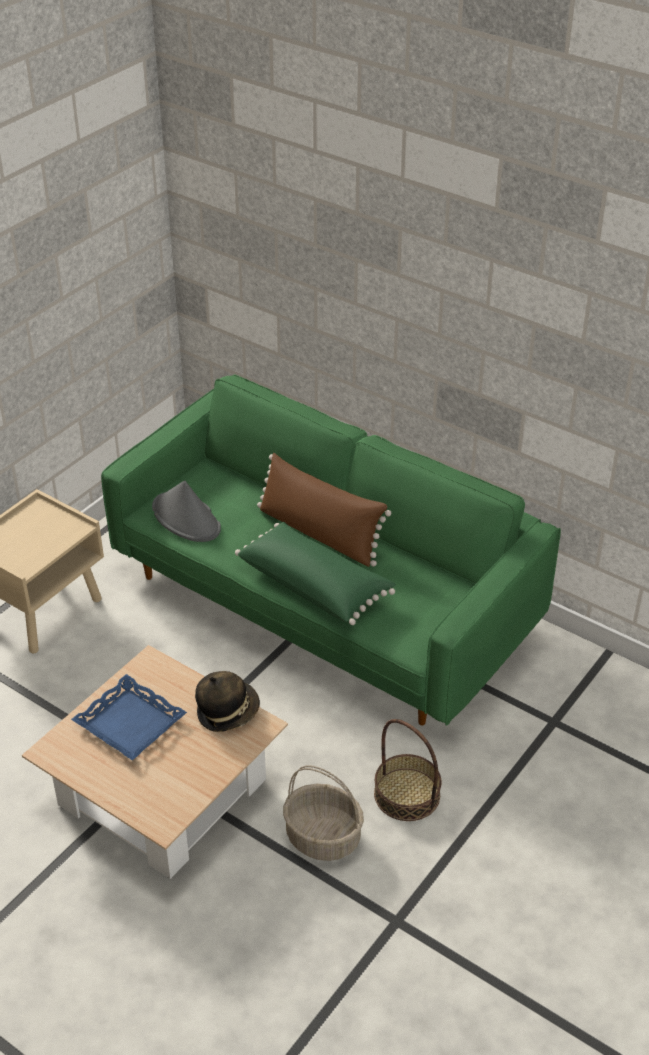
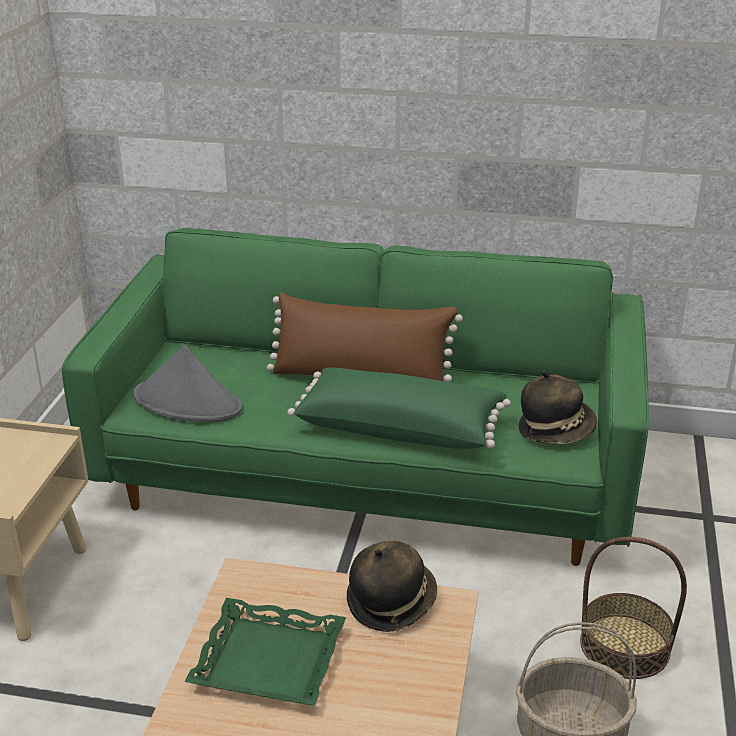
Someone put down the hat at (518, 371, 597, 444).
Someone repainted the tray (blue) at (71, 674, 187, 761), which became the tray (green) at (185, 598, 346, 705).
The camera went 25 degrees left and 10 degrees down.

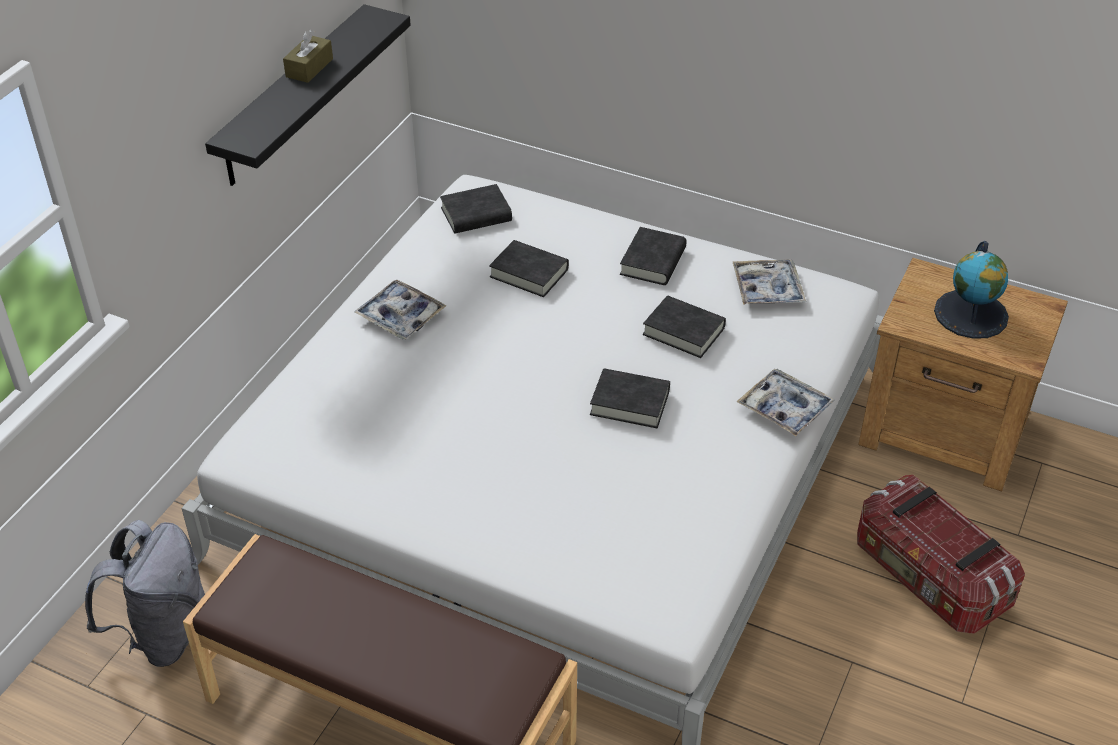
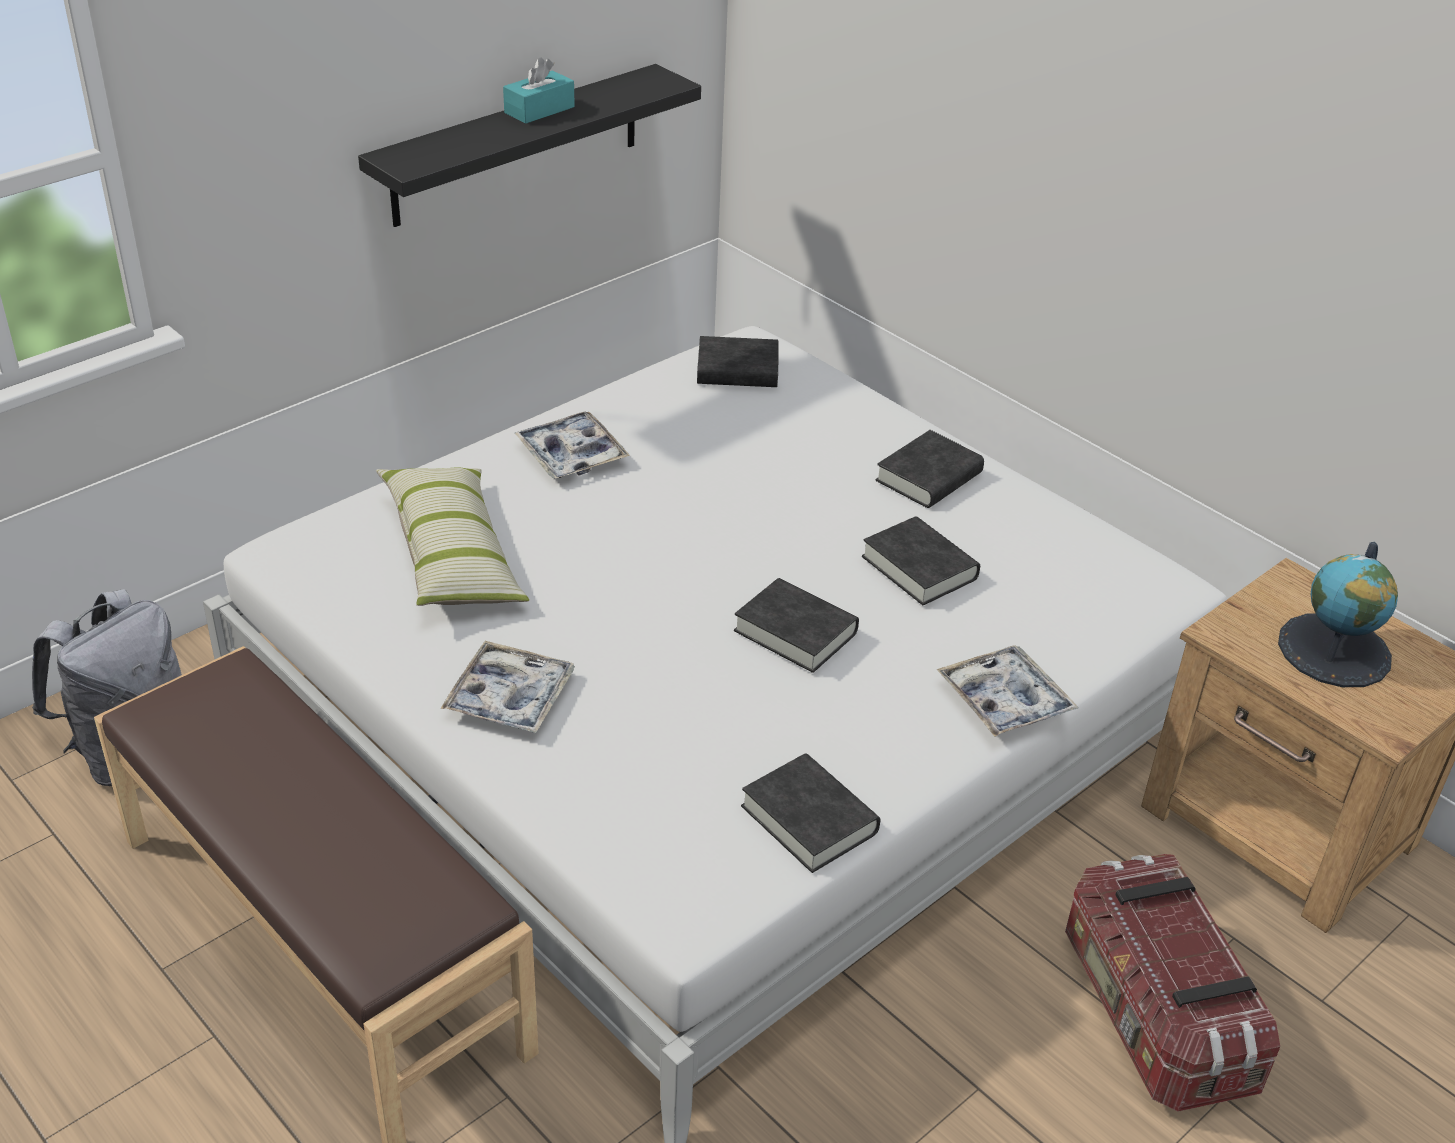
Someone put down the pillow at (376, 468, 529, 606).
Someone carried the book (black) from (489, 240, 569, 297) to (741, 754, 880, 873).
Someone carried the tray from (733, 259, 806, 305) to (440, 641, 575, 733).
Someone repainted the tissue box (brown) at (283, 29, 333, 83), which became the tissue box (turquoise) at (503, 57, 575, 124).
The camera went 20 degrees right and 5 degrees down.

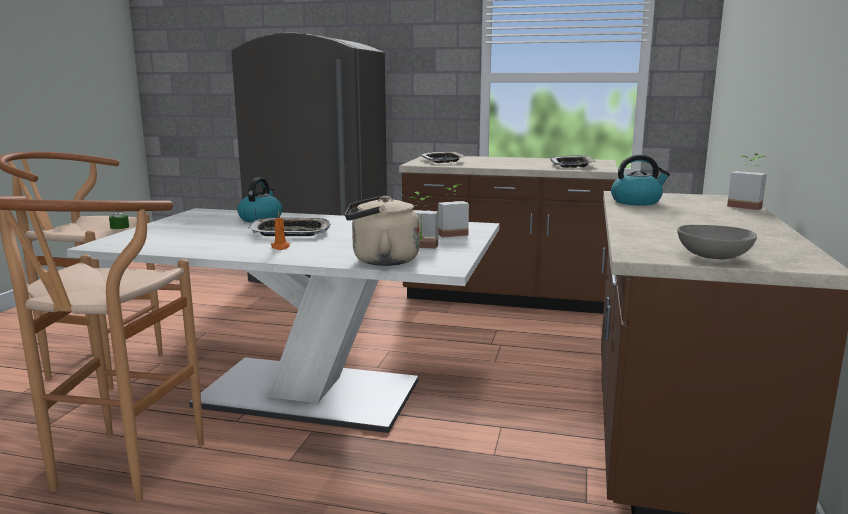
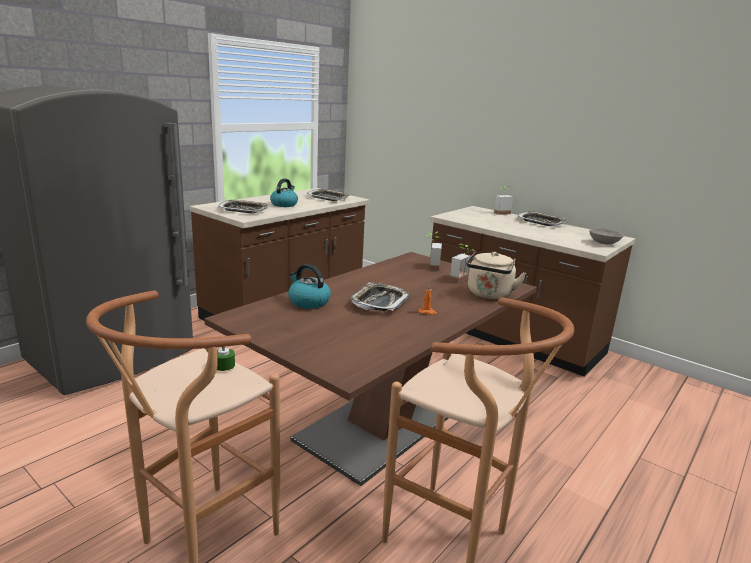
Someone put down the tray at (518, 211, 566, 226).
Someone carried the kettle from (611, 155, 670, 205) to (270, 178, 298, 207).
Someone repainted the dining table (white) at (66, 208, 499, 433), which became the dining table (brown) at (204, 252, 537, 486).
The camera went 65 degrees left and 5 degrees up.

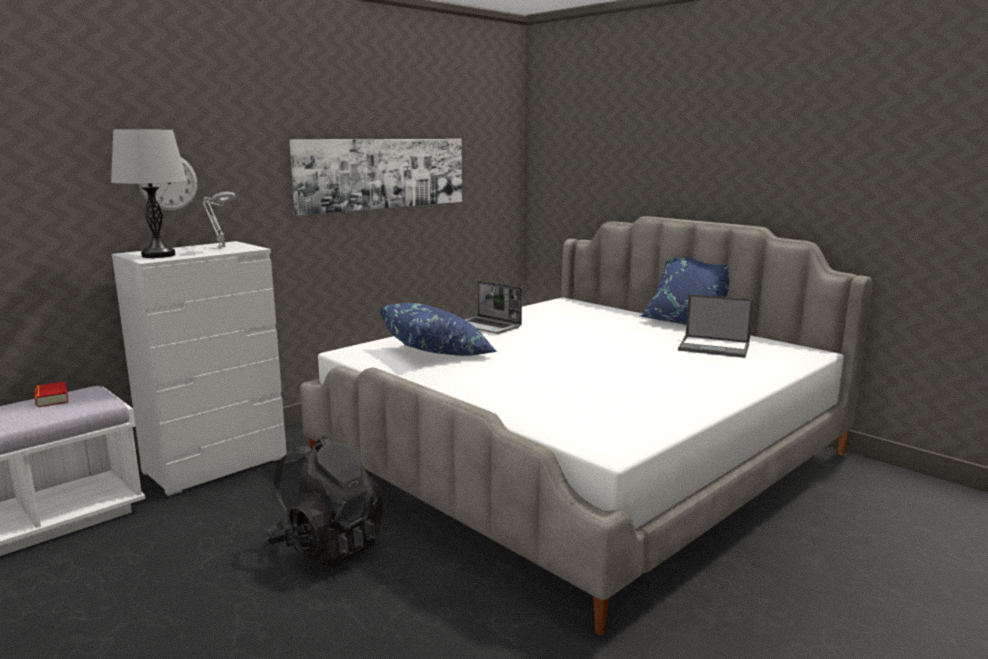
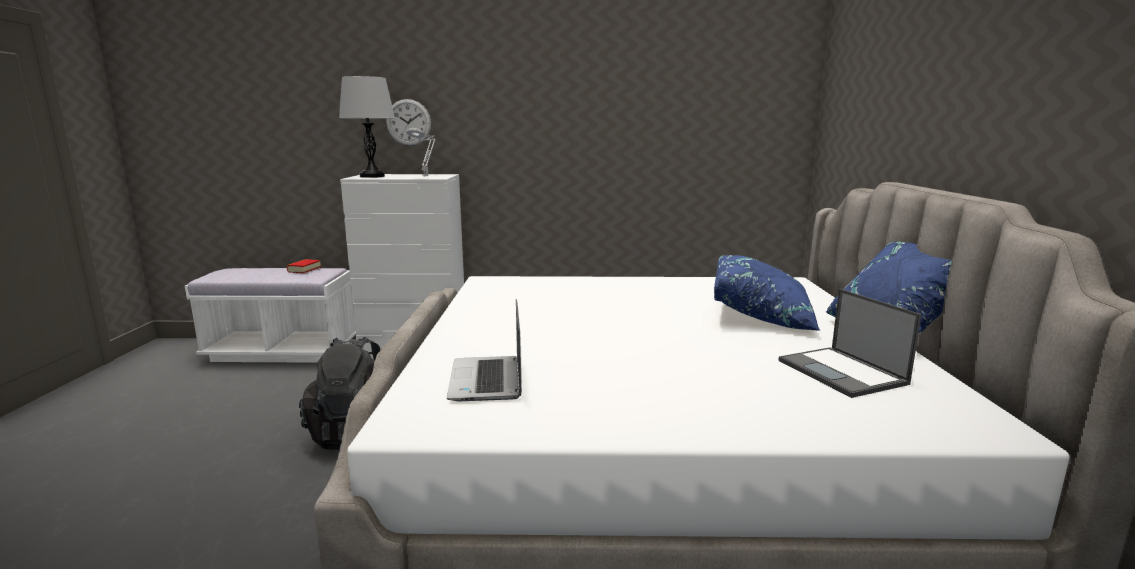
Someone took away the picture at (289, 139, 462, 216).
Someone carried the pillow (blue) from (379, 303, 497, 356) to (714, 255, 820, 331).
Someone carried the laptop from (465, 281, 522, 334) to (447, 299, 522, 402).
The camera went 45 degrees right and 0 degrees up.

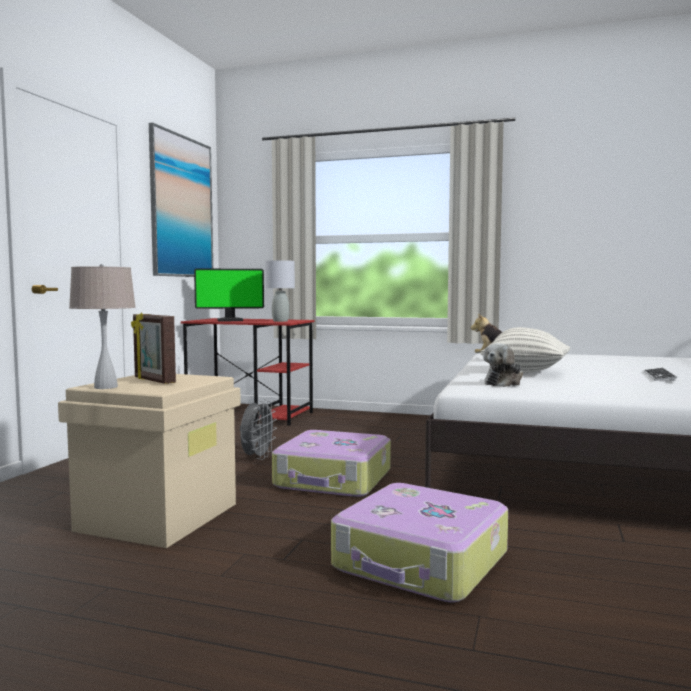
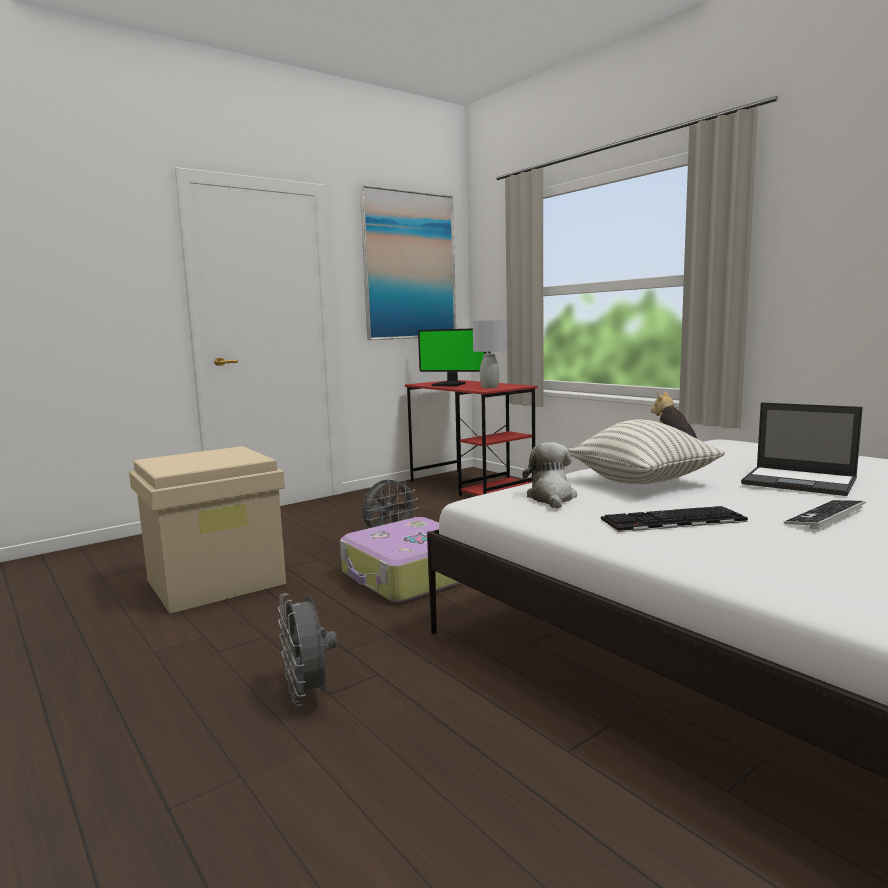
Someone took away the table lamp (beige) at (69, 264, 136, 389).
Someone took away the picture frame at (131, 312, 176, 384).
Someone put down the keyboard at (601, 506, 748, 532).
Someone put down the laptop at (741, 402, 863, 496).
Someone swapped the suitcase at (331, 483, 508, 603) for the fan (grey) at (278, 593, 337, 706).
Someone rotated the plush toy at (483, 343, 523, 387) by 105 degrees clockwise.
The camera went 35 degrees right and 5 degrees up.

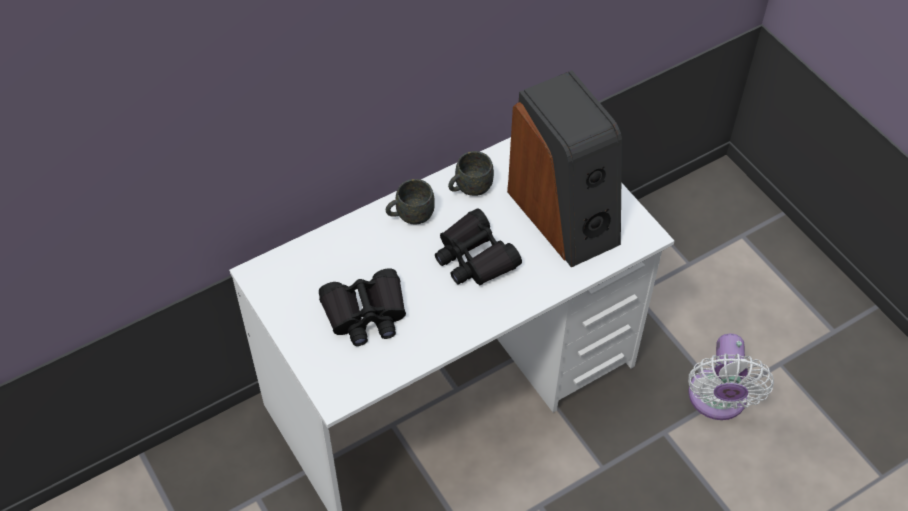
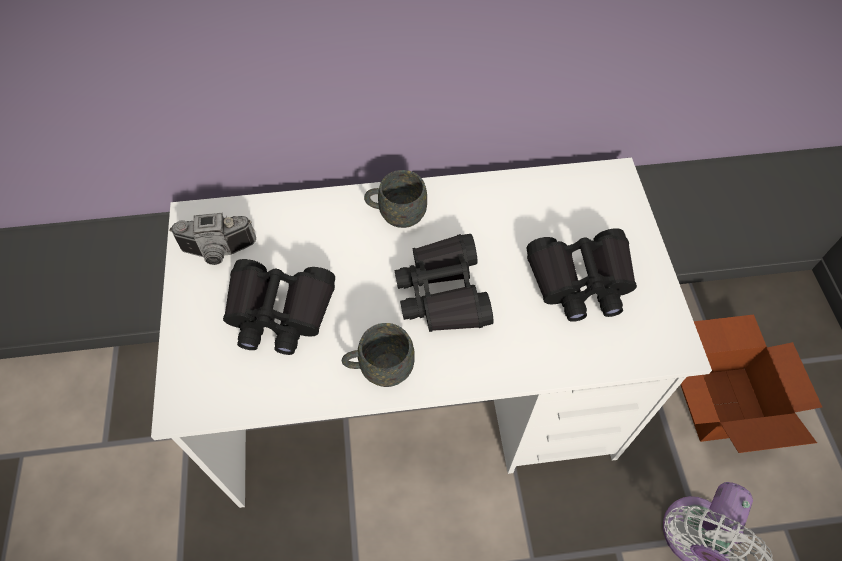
Someone put down the photo camera at (169, 213, 256, 265).
Someone put down the cardboard box at (680, 315, 822, 453).
Someone carried the mug (grey) from (448, 151, 494, 196) to (342, 323, 415, 387).
Someone swapped the speaker at (507, 70, 622, 268) for the binoculars (black) at (527, 228, 637, 322).
The camera went 25 degrees right and 5 degrees up.

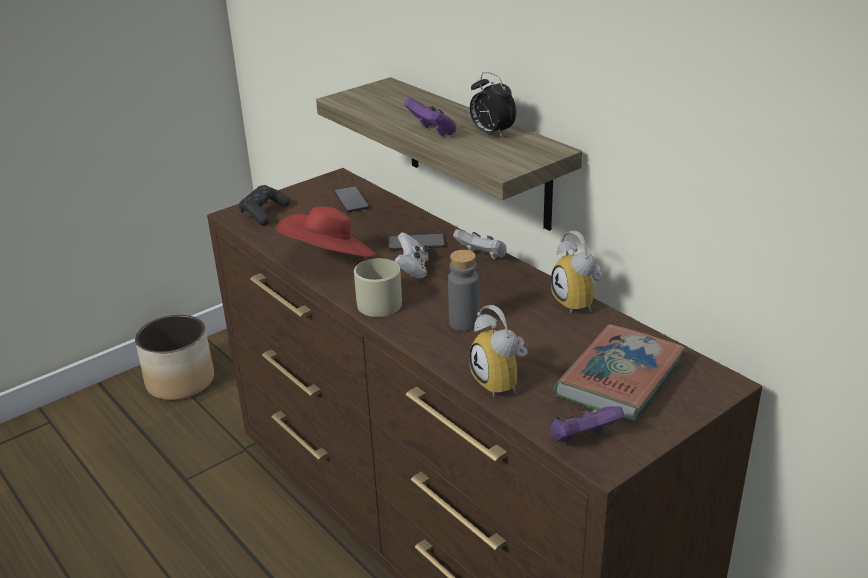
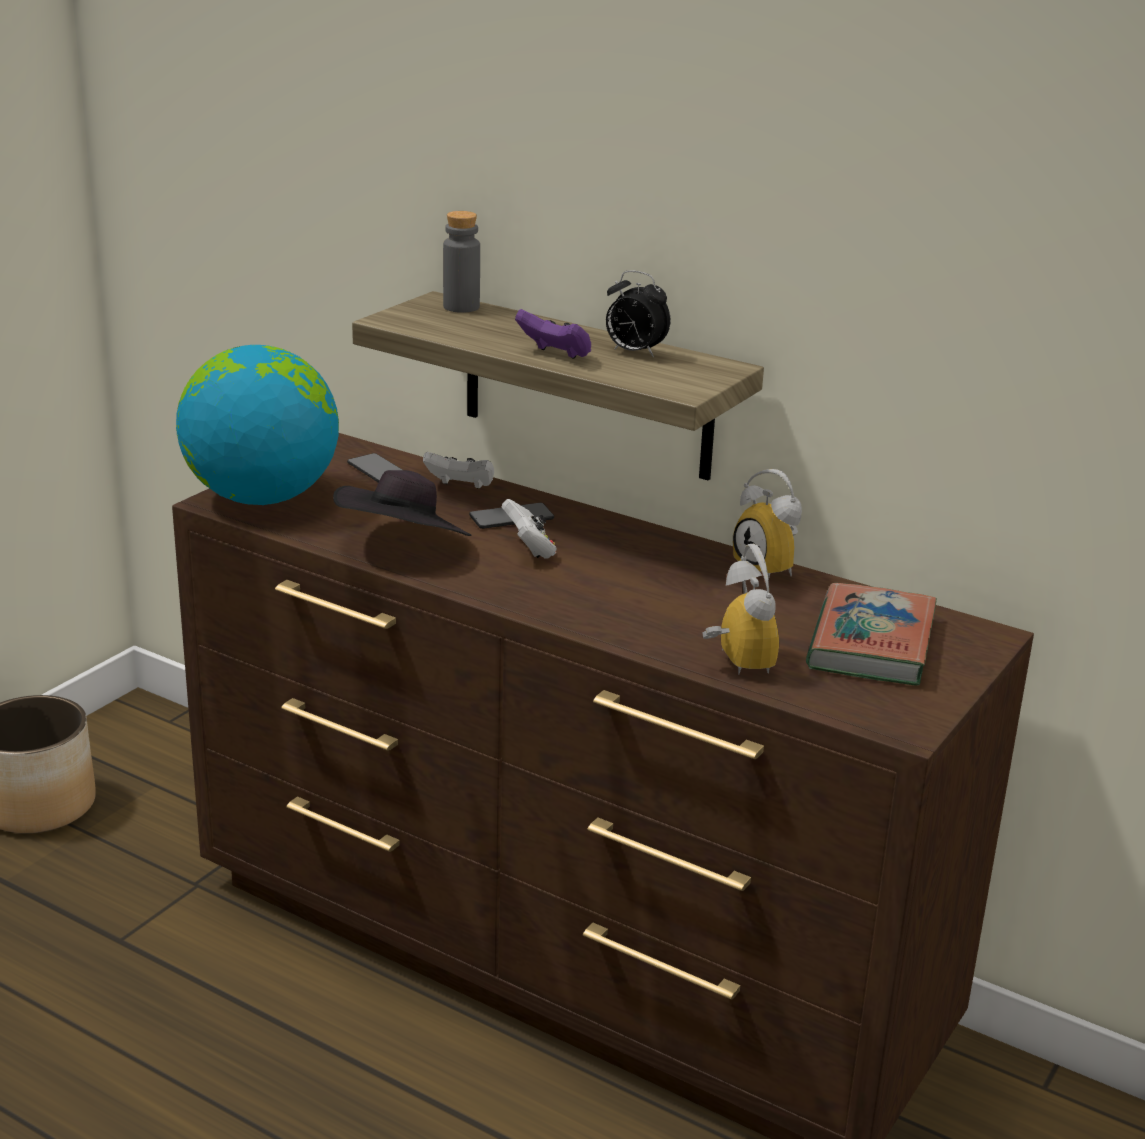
Someone took away the mug (beige) at (354, 258, 402, 317).
Someone took away the game controller (purple) at (550, 407, 624, 444).
Someone carried the bottle (grey) from (448, 250, 479, 331) to (443, 211, 480, 313).
Someone carried the game controller (white) from (453, 229, 507, 260) to (423, 452, 494, 489).
Someone swapped the game controller (black) at (239, 185, 290, 226) for the globe at (176, 345, 339, 505).
Someone repainted the hat (red) at (276, 207, 376, 257), which became the hat (black) at (333, 470, 471, 536).
Someone rotated the alarm clock at (469, 305, 527, 397) by 150 degrees counterclockwise.
The camera went 20 degrees left and 5 degrees down.

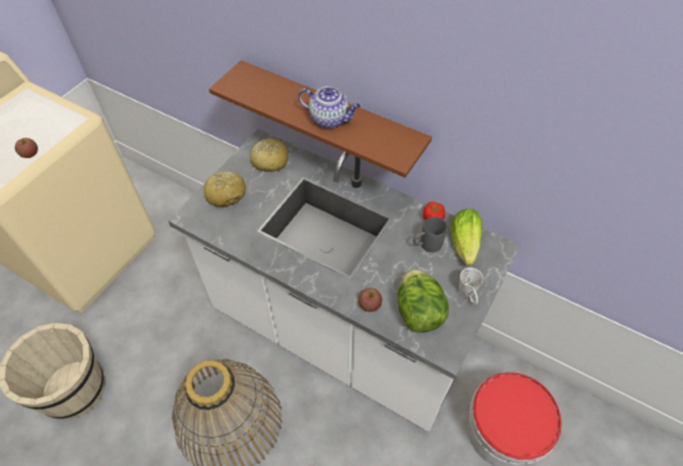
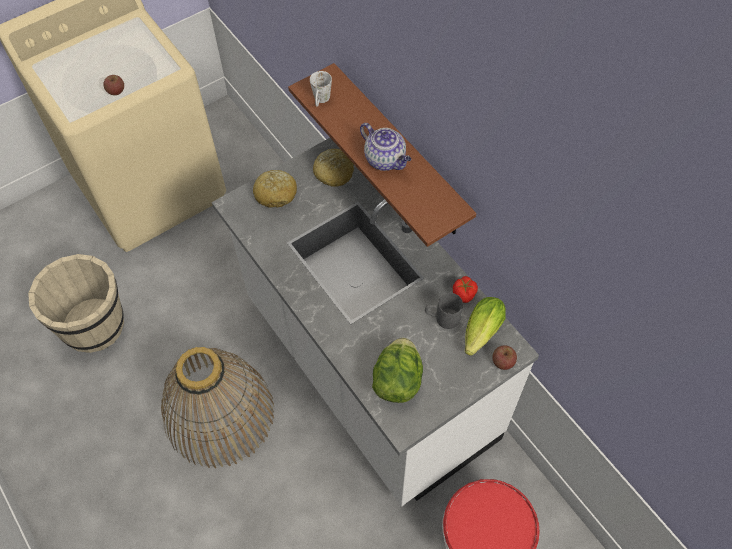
Someone carried the apple from (358, 288, 382, 312) to (492, 345, 517, 370).
Someone carried the mug (white) from (459, 268, 483, 305) to (310, 71, 332, 107).
The camera went 25 degrees right and 5 degrees up.

